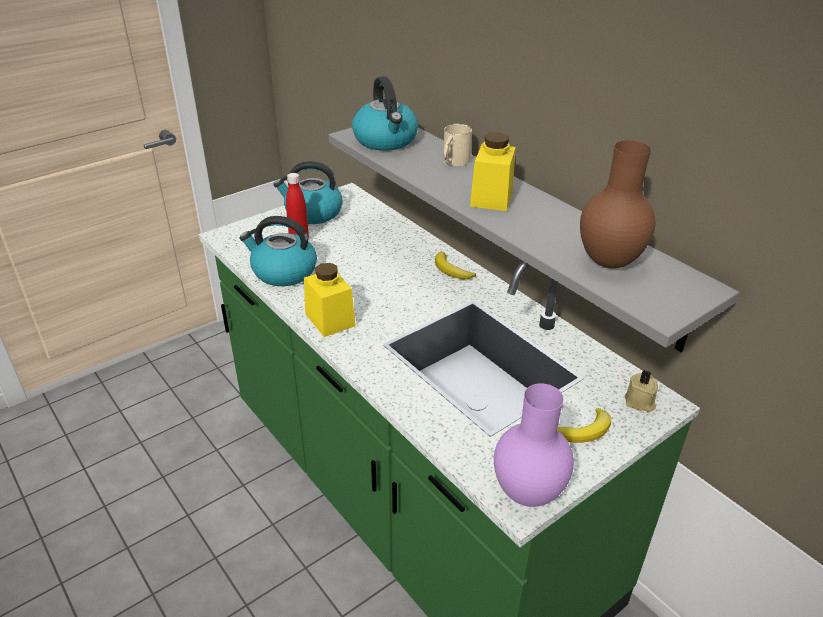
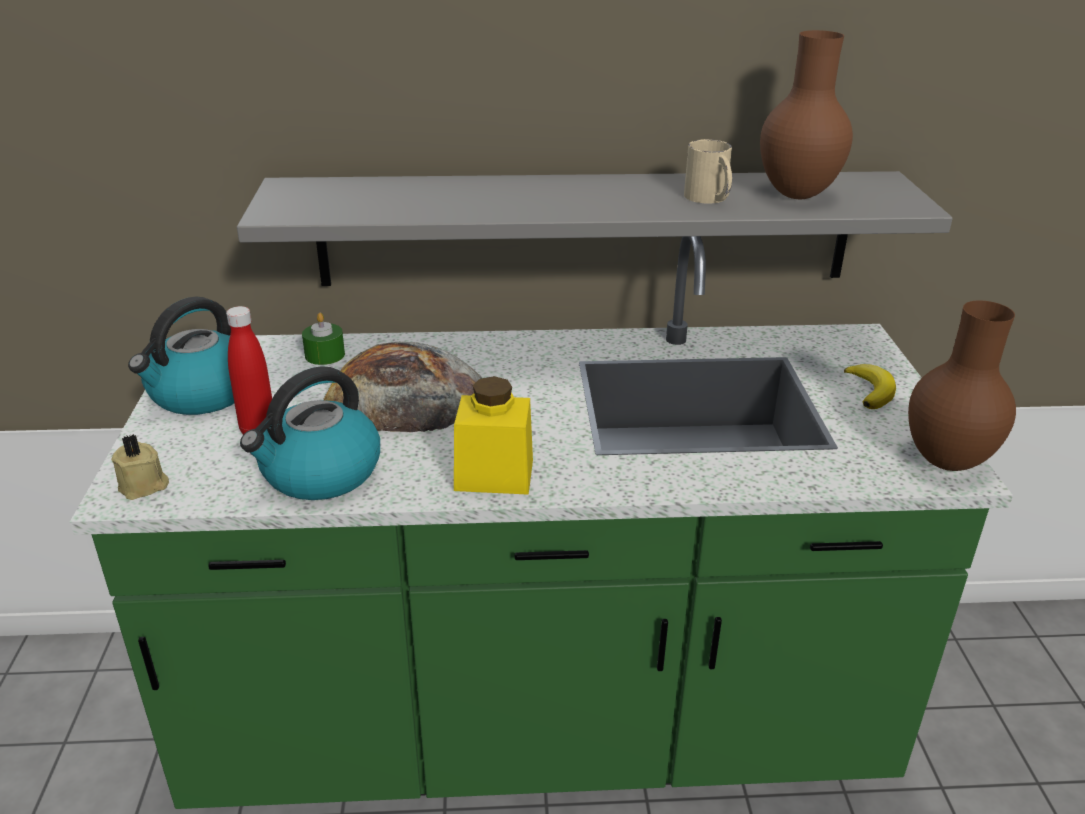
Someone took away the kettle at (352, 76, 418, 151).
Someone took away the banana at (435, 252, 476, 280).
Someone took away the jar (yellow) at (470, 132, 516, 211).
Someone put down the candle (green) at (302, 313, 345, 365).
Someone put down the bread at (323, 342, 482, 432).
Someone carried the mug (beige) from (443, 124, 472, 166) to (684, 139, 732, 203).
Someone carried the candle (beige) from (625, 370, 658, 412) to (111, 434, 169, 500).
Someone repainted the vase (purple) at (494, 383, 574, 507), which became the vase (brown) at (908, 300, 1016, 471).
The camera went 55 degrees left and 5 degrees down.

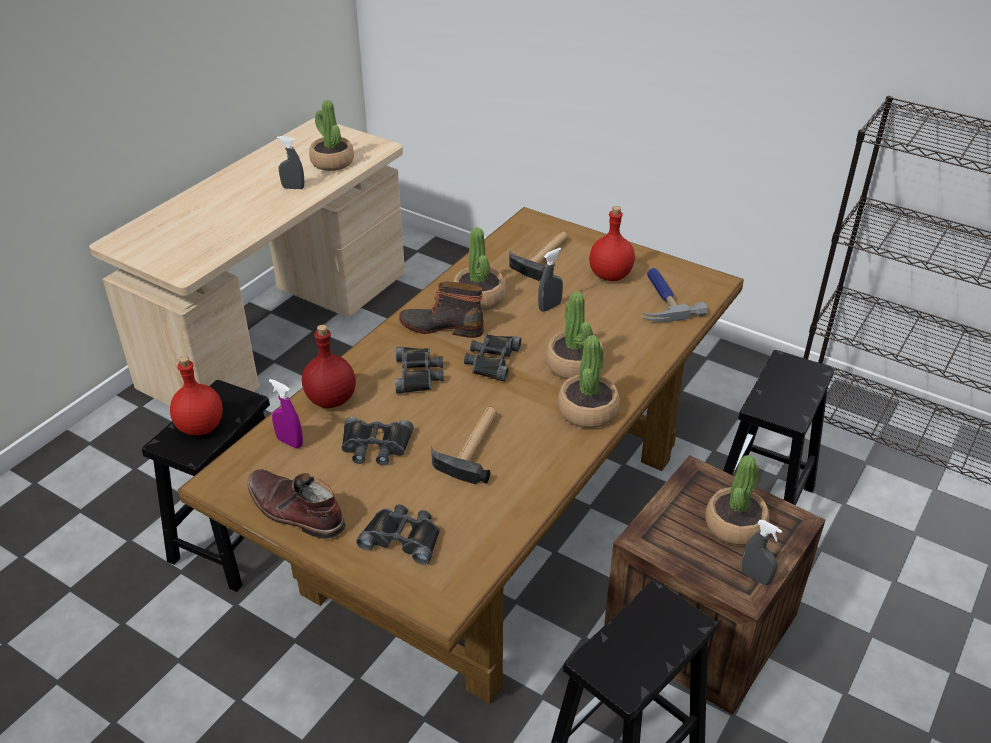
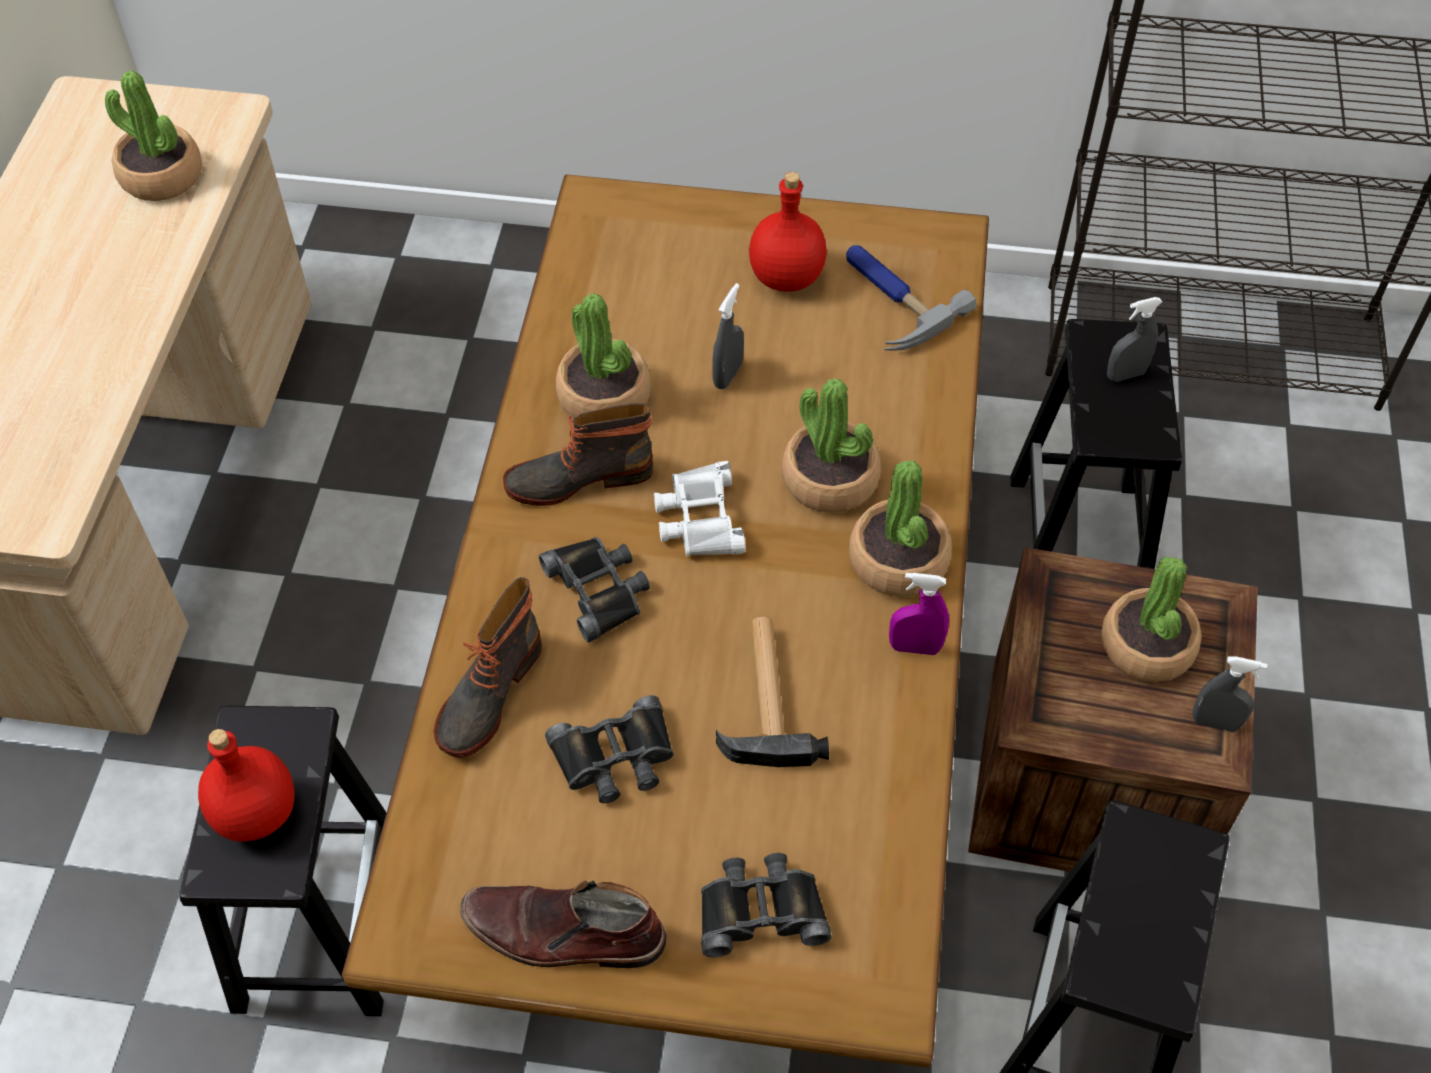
Someone took away the hammer at (509, 231, 568, 281).
Someone carried the spray bottle (purple) from (269, 379, 303, 448) to (889, 573, 949, 655).
Someone carried the spray bottle (grey) from (277, 136, 304, 189) to (1107, 297, 1162, 381).
Someone swapped the bottle (red) at (302, 325, 356, 408) for the boot at (434, 577, 542, 758).
Someone repainted the binoculars (black) at (464, 334, 521, 382), which became the binoculars (white) at (654, 461, 746, 556).
The camera went 25 degrees left and 15 degrees up.

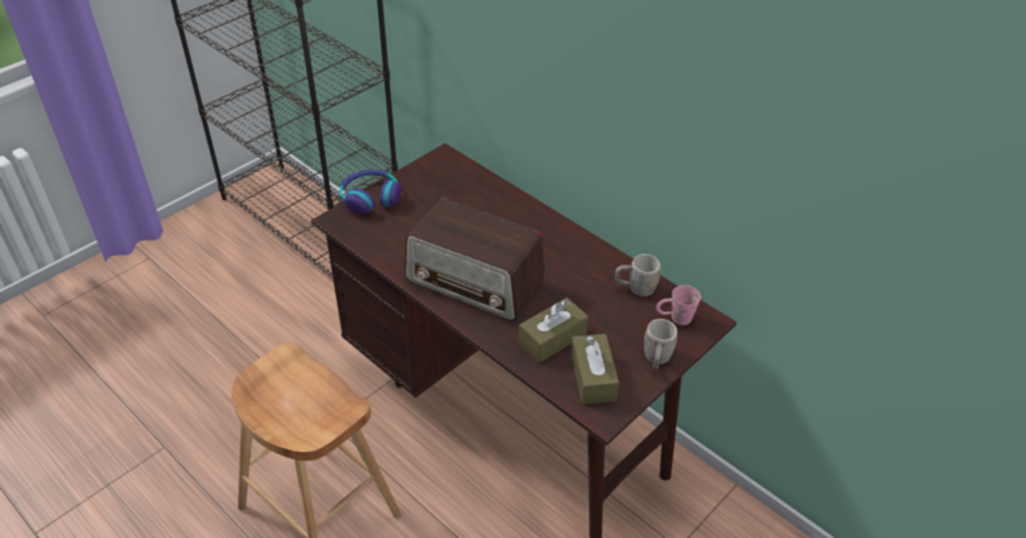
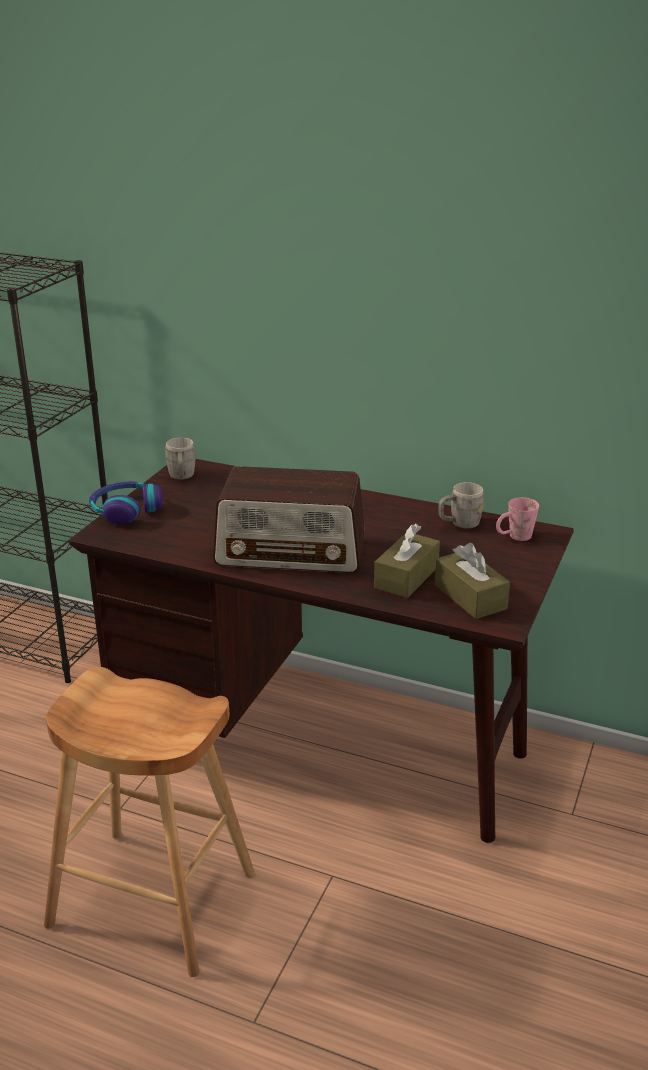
Someone carried the mug (grey) from (644, 319, 677, 369) to (165, 437, 196, 480).
The camera went 20 degrees left and 15 degrees down.

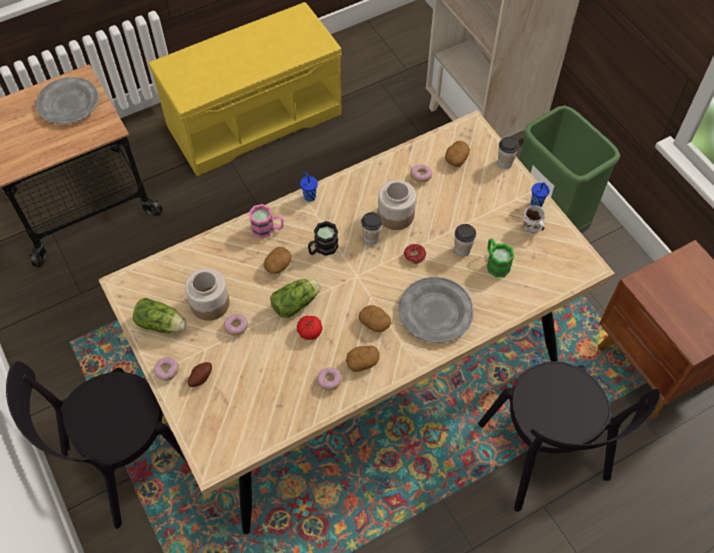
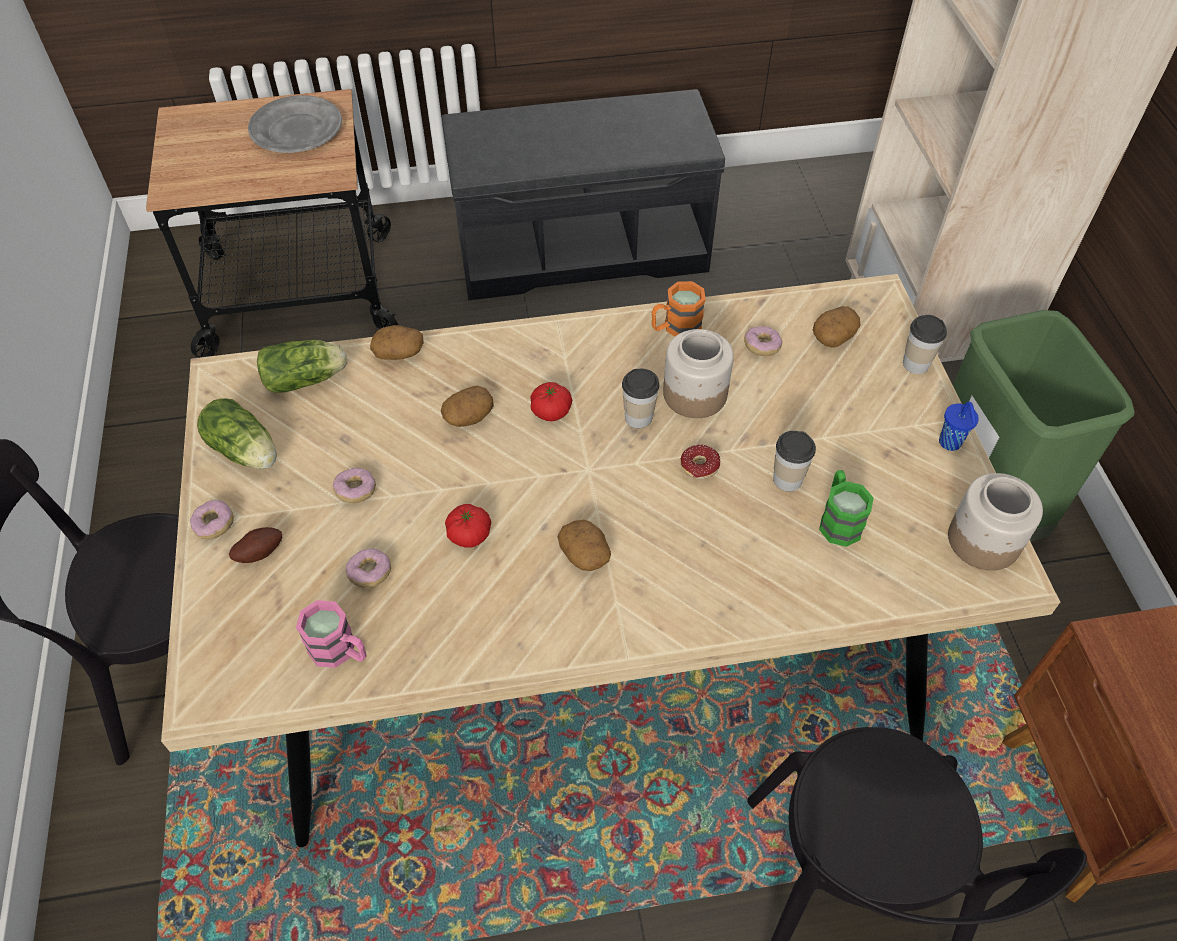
Someone took away the cup (blue) at (300, 172, 318, 202).
Someone took away the plate (grey) at (398, 277, 474, 343).
Someone took away the mug (white) at (523, 205, 545, 233).
Someone put down the mug (orange) at (652, 281, 706, 337).
Someone carried the jar from (185, 268, 230, 321) to (948, 473, 1043, 571).
Someone carried the mug (pink) from (249, 204, 283, 238) to (296, 600, 367, 668).
Someone carried the lettuce from (270, 278, 321, 318) to (257, 340, 347, 393).
Someone carried the donut from (317, 367, 342, 391) to (346, 548, 391, 588).
Someone carried the potato from (346, 346, 380, 372) to (370, 325, 423, 360).
Someone swapped the mug (black) at (308, 221, 339, 256) for the tomato at (530, 382, 572, 421).
Someone repainted the bench (yellow) at (149, 2, 342, 176), which became the bench (grey) at (442, 89, 725, 300).
The camera went 20 degrees right and 5 degrees down.

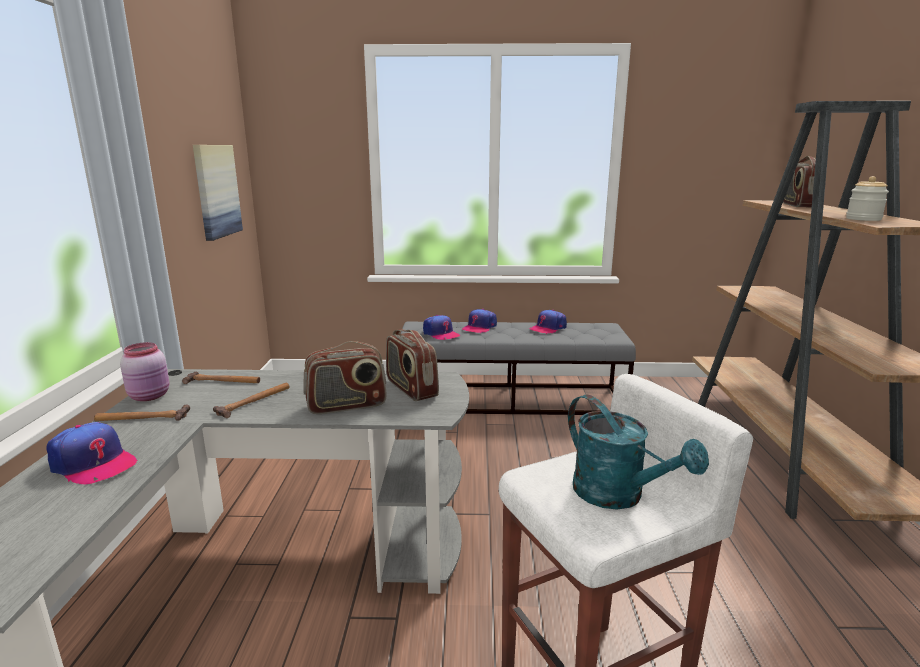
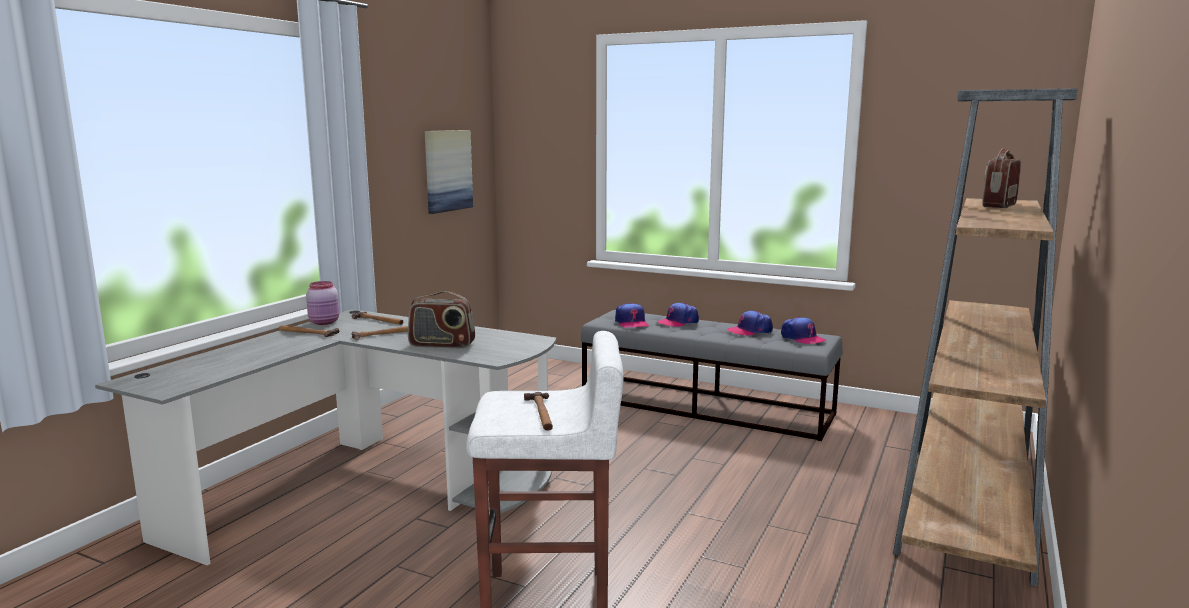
Someone took away the radio at (386, 329, 439, 401).
Someone took away the jar at (846, 176, 889, 221).
Someone carried the cap from (46, 422, 139, 484) to (781, 317, 827, 344).
Someone swapped the watering can (turquoise) at (568, 395, 709, 510) for the hammer at (524, 392, 553, 431).
The camera went 25 degrees right and 5 degrees down.

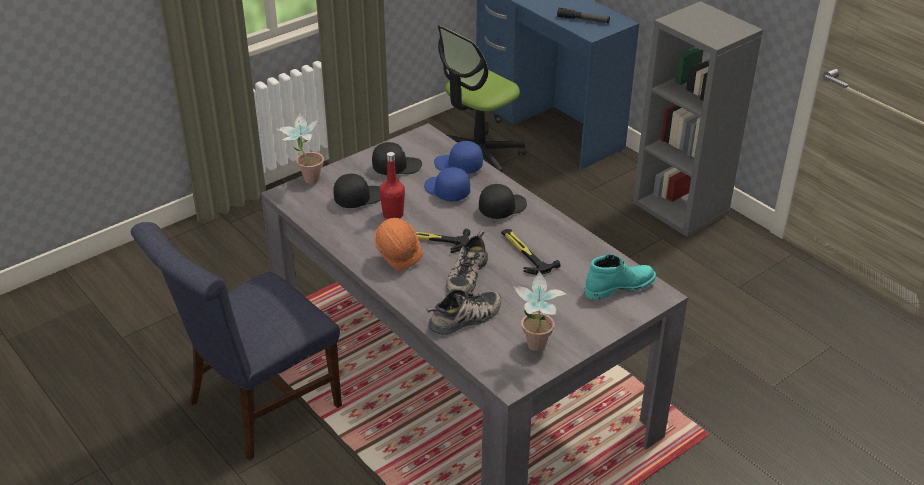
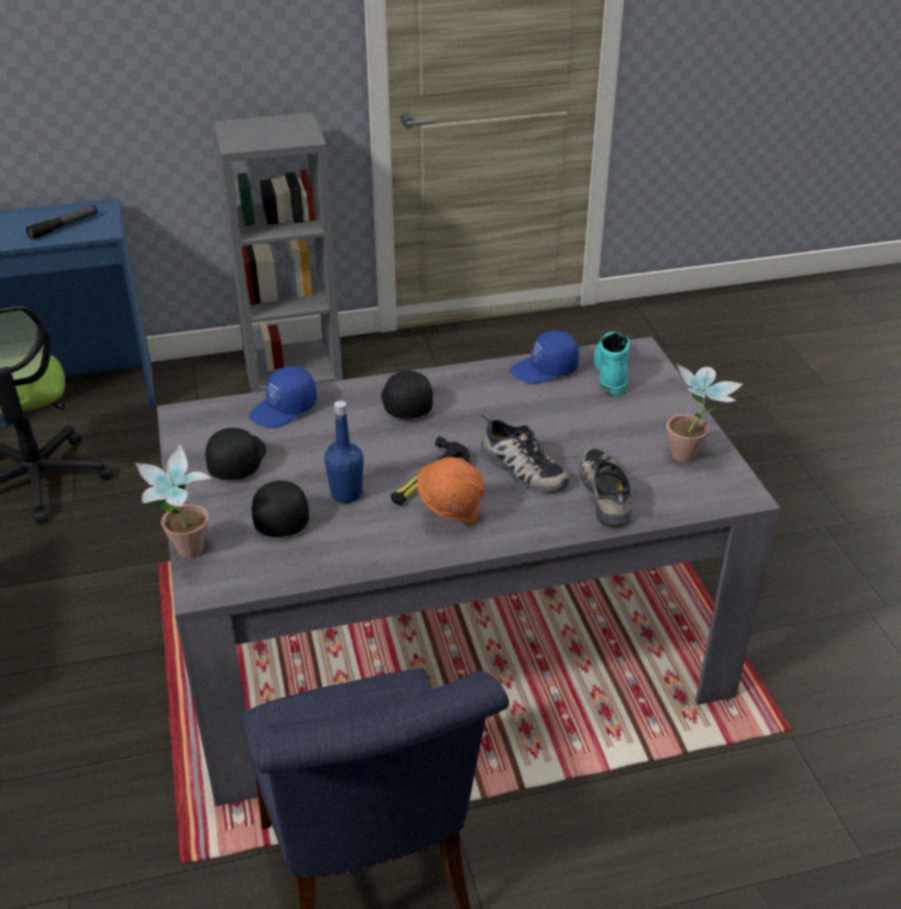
Someone took away the hammer at (501, 229, 561, 275).
Someone carried the cap (blue) from (424, 167, 470, 201) to (510, 331, 579, 384).
Someone repainted the bottle (red) at (379, 152, 405, 219), which became the bottle (blue) at (324, 401, 364, 503).
The camera went 65 degrees left and 0 degrees up.

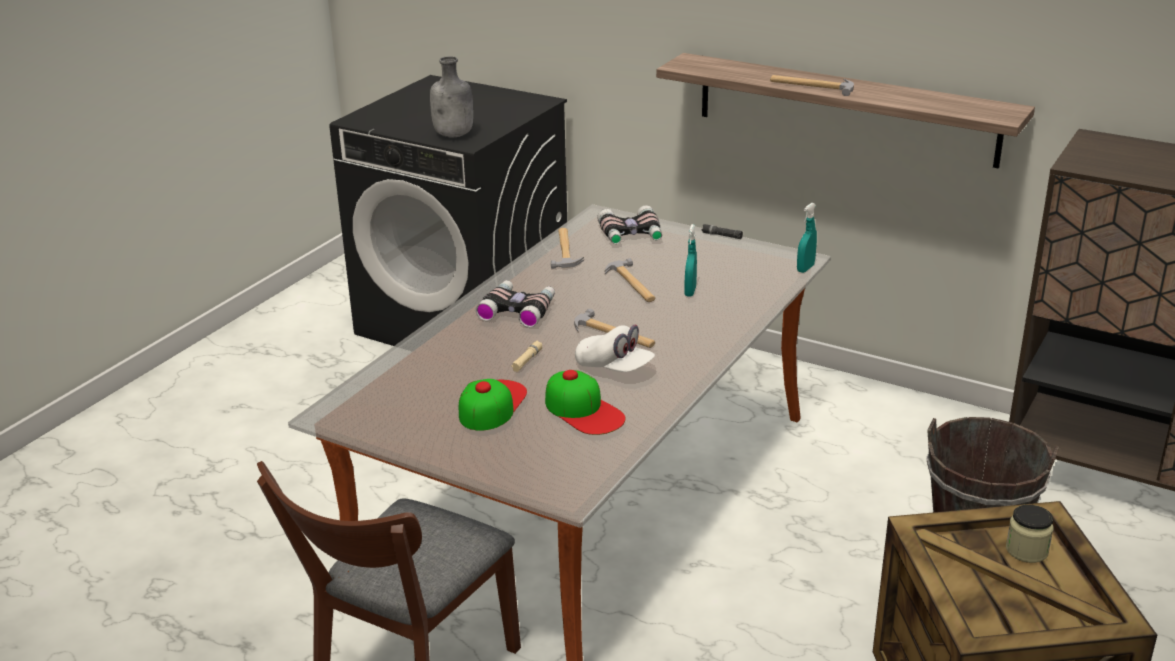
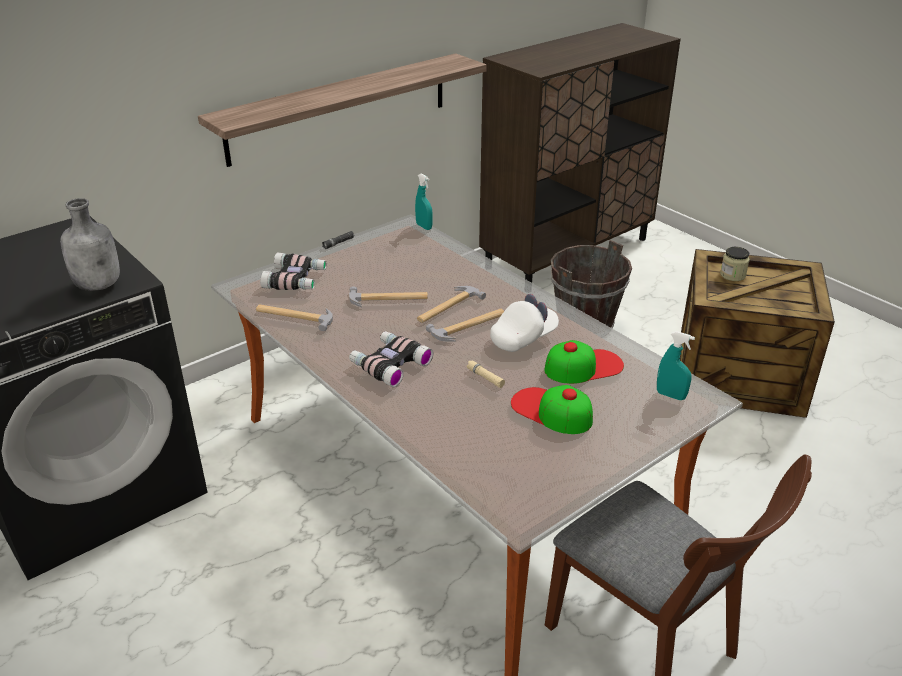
Someone carried the spray bottle (turquoise) from (685, 224, 697, 297) to (657, 331, 695, 400).
Someone carried the hammer from (770, 75, 854, 96) to (417, 286, 486, 323).
The camera went 70 degrees left and 5 degrees up.

